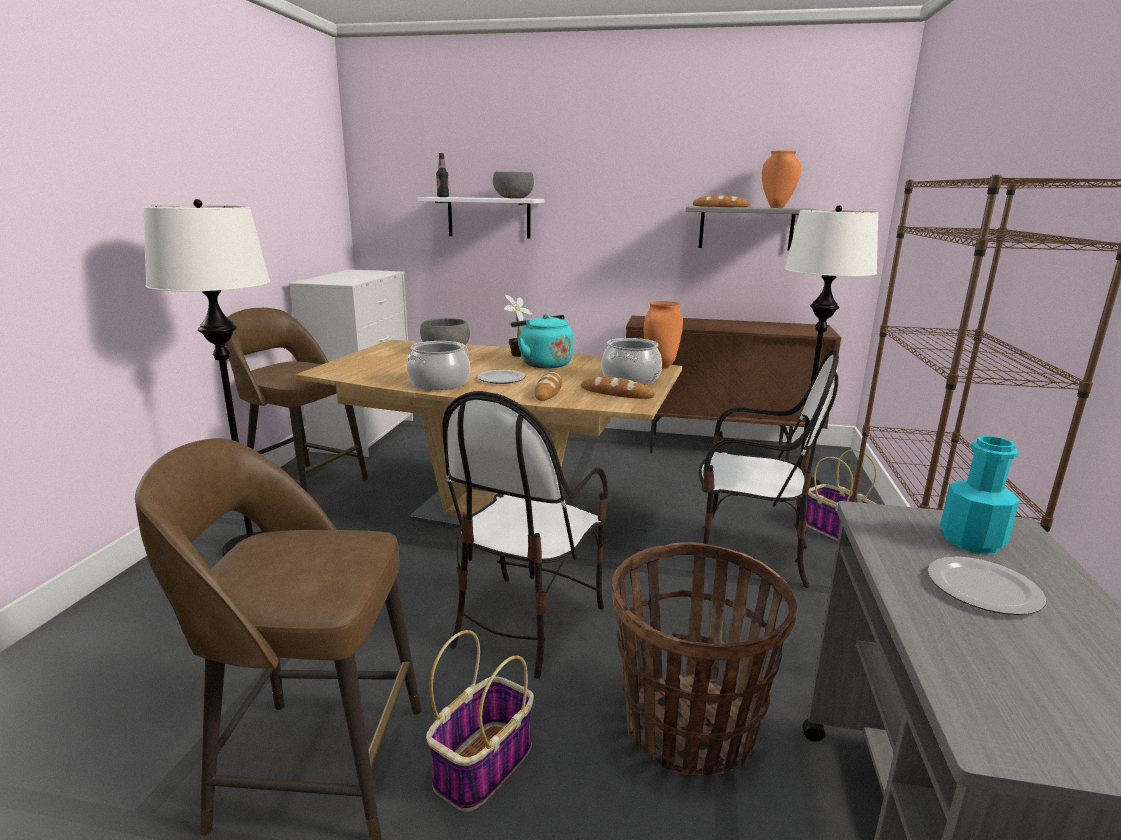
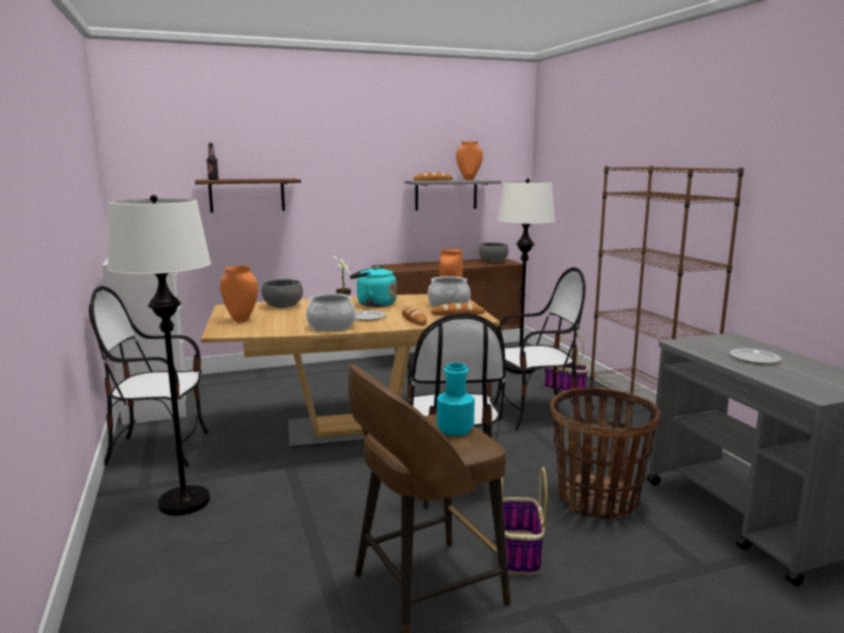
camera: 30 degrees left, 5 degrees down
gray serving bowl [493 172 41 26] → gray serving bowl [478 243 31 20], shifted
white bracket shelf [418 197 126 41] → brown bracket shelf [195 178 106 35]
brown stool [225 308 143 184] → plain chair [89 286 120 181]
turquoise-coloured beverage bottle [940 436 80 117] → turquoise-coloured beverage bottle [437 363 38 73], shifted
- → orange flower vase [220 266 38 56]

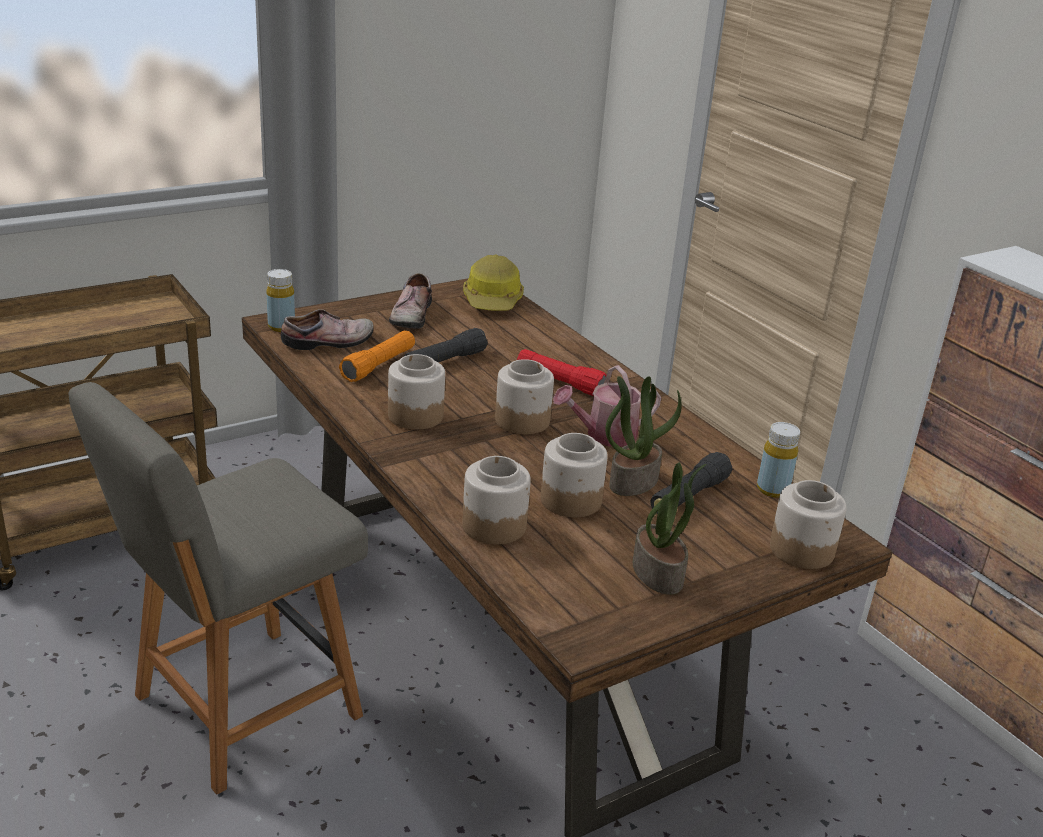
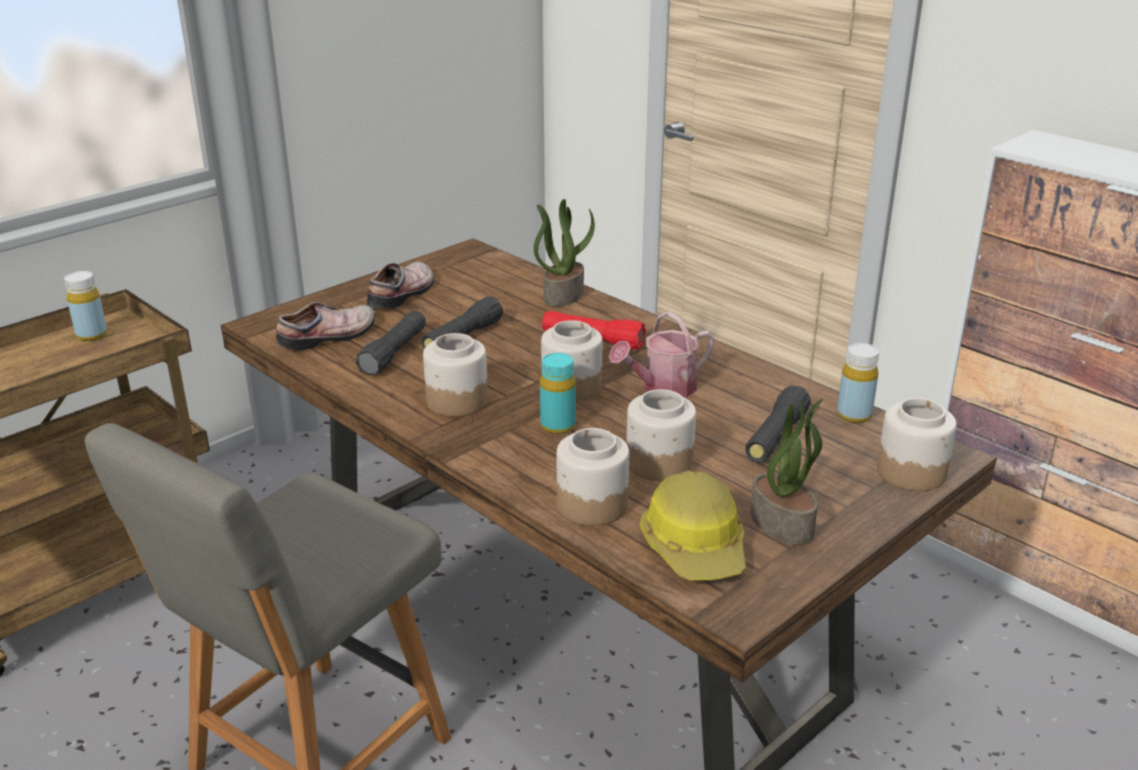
camera: 10 degrees left, 0 degrees up
hard hat [463 254 61 57] → hard hat [640 471 106 109], shifted
yellow-coloured beverage bottle [266 269 29 63] → yellow-coloured beverage bottle [64 271 43 70], shifted
low shoe [389 273 43 56] → low shoe [367 262 67 46], 150 degrees counterclockwise
orange flashlight [339 331 76 51] → black flashlight [356 311 70 65]
houseplant [605 376 77 120] → houseplant [534 199 61 108], shifted
- → turquoise-coloured beverage bottle [540 353 36 81]

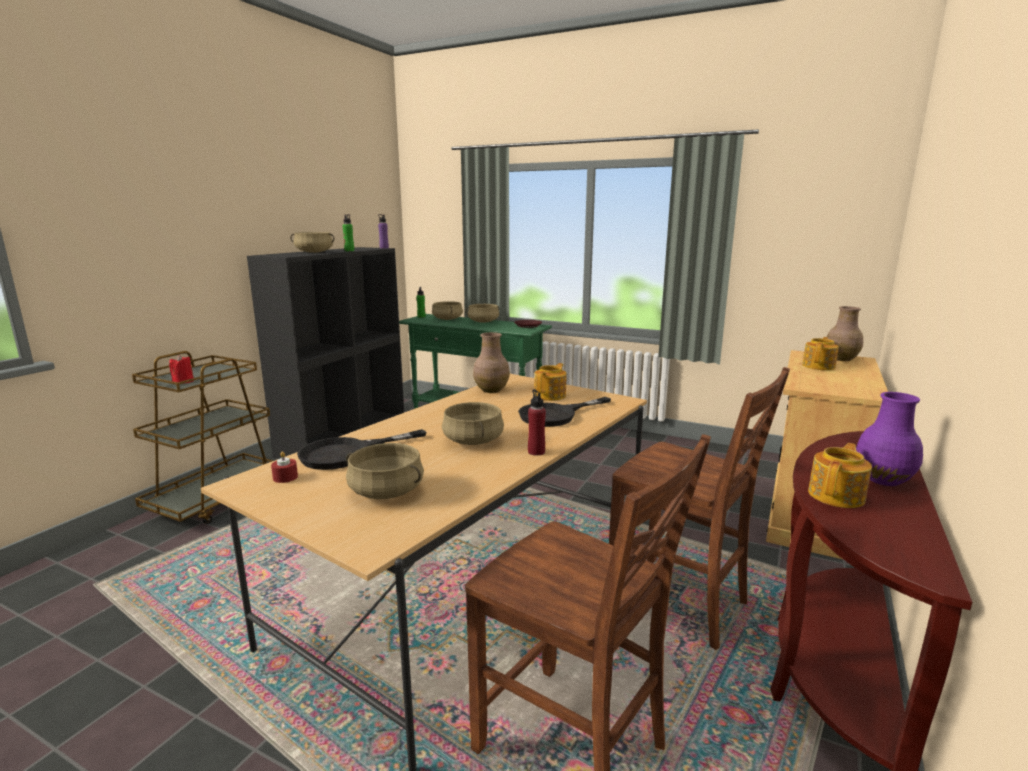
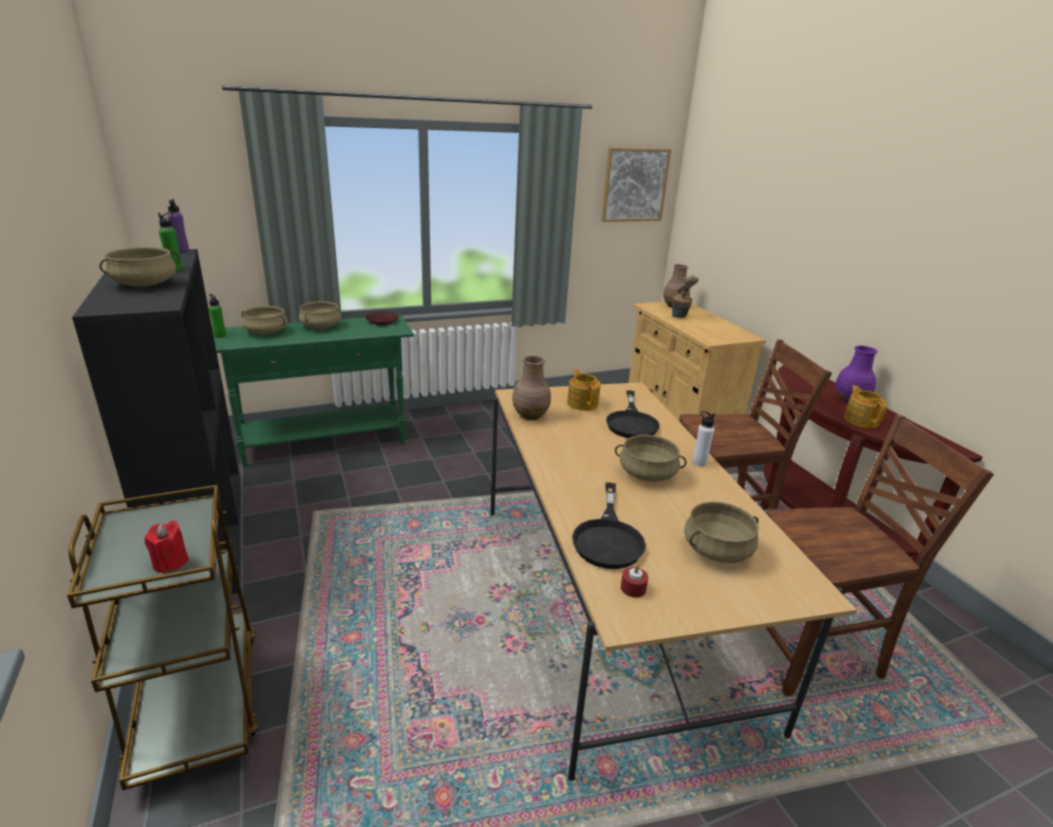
camera: 50 degrees left, 10 degrees up
teapot [802 337 37 33] → houseplant [672 276 27 42]
red-coloured beverage bottle [528 389 18 66] → white beverage bottle [692 411 23 55]
- → wall picture [601 148 70 74]

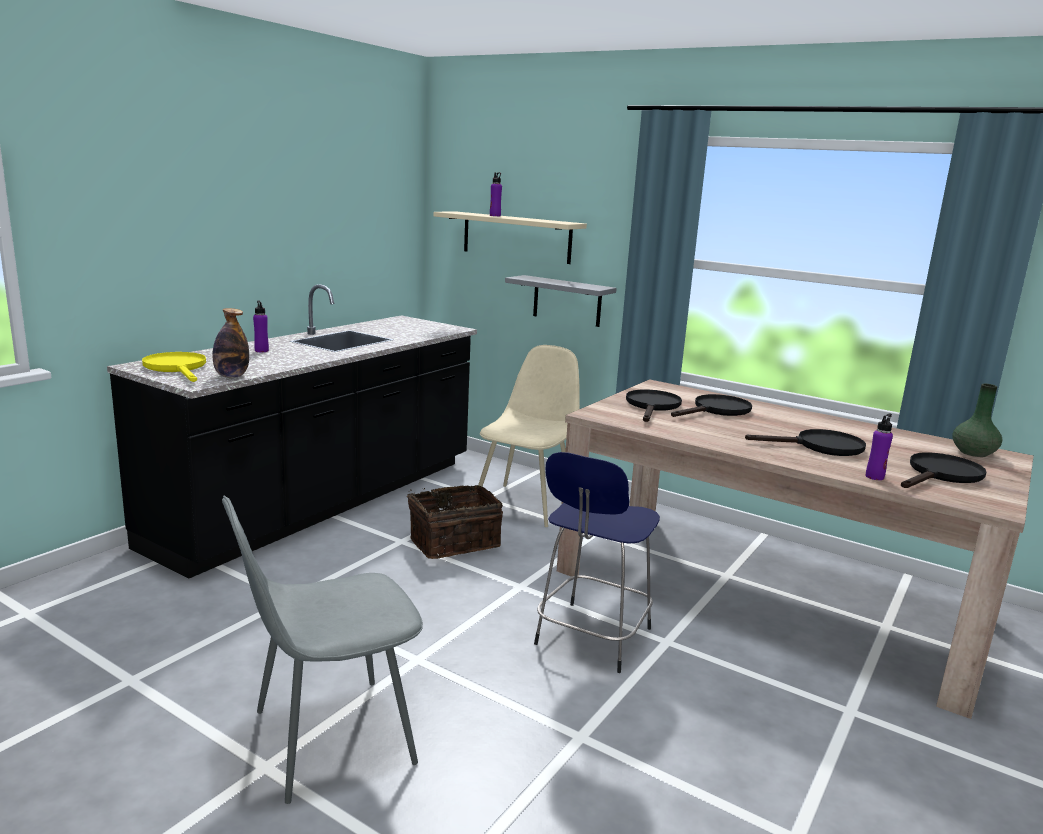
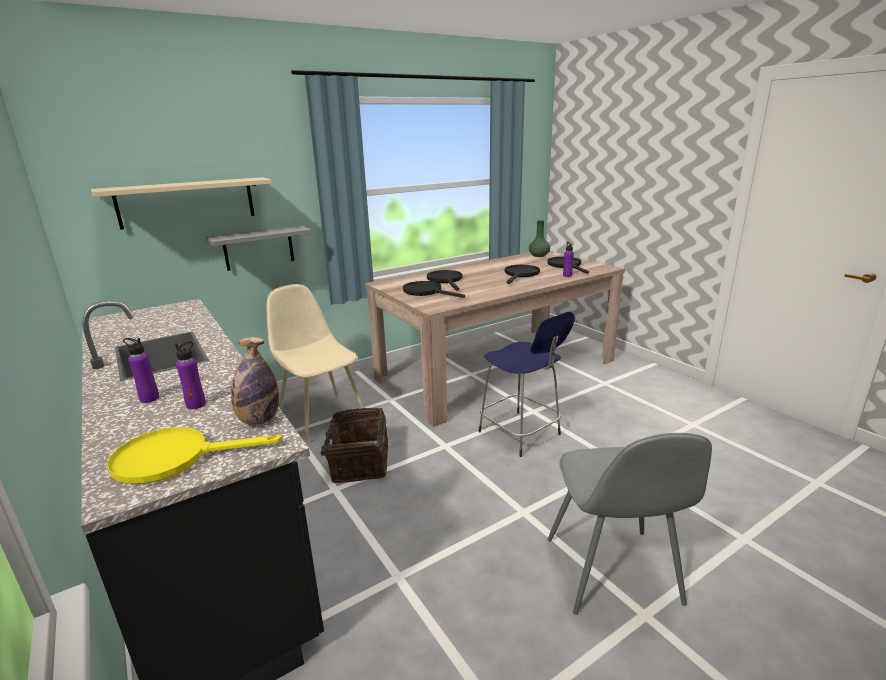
camera: 65 degrees left, 5 degrees up
purple beverage bottle [490 173 12 43] → purple beverage bottle [175 341 31 69], shifted

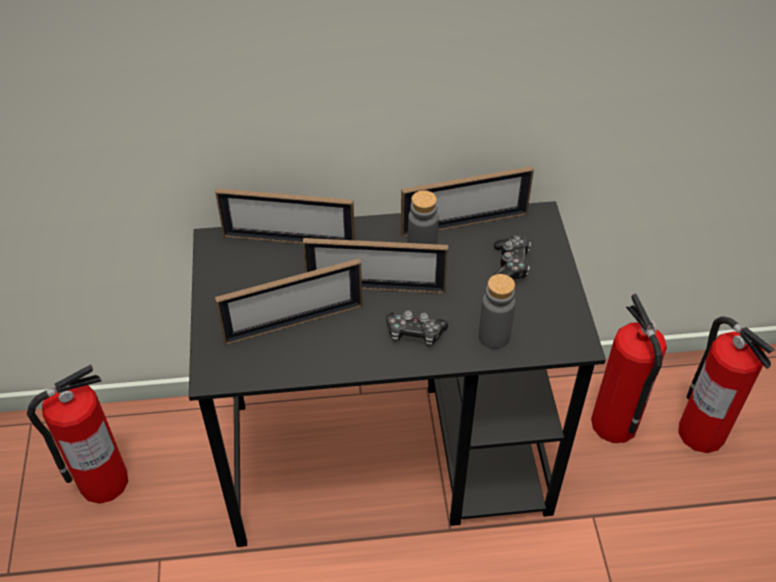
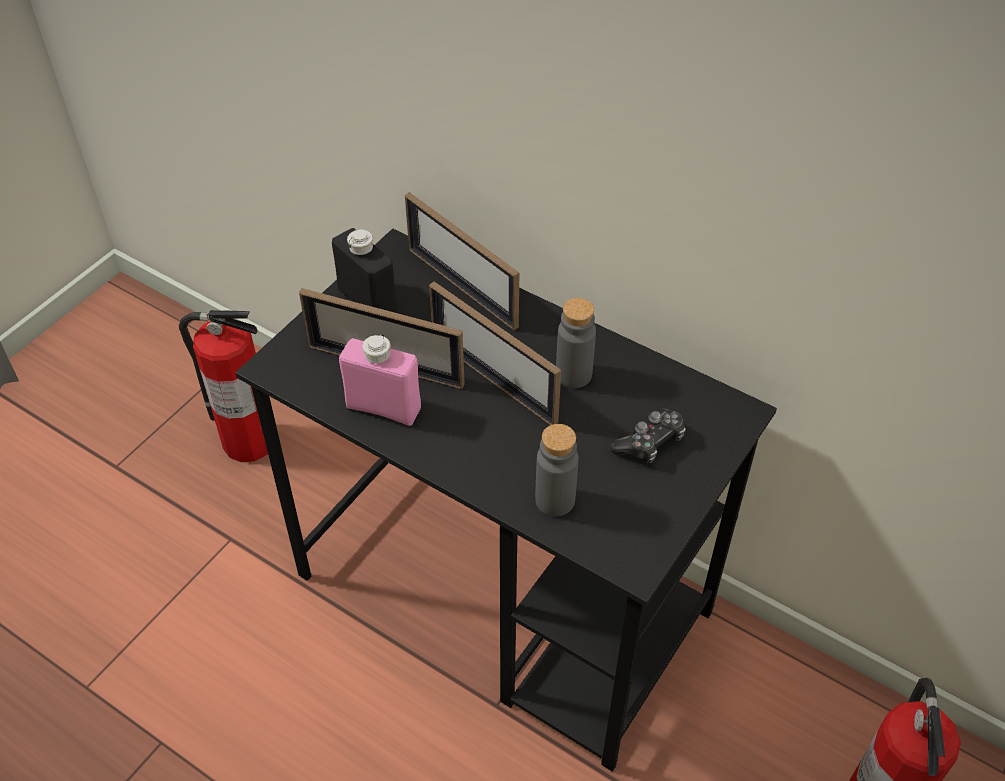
camera: 40 degrees right, 0 degrees up
picture frame [401 166 133 71] → -
fire-fighting cylinder [591 294 76 149] → -
joypad [386 310 62 37] → -
- → black beverage bottle [332 228 65 85]
- → pink beverage bottle [339 334 82 92]

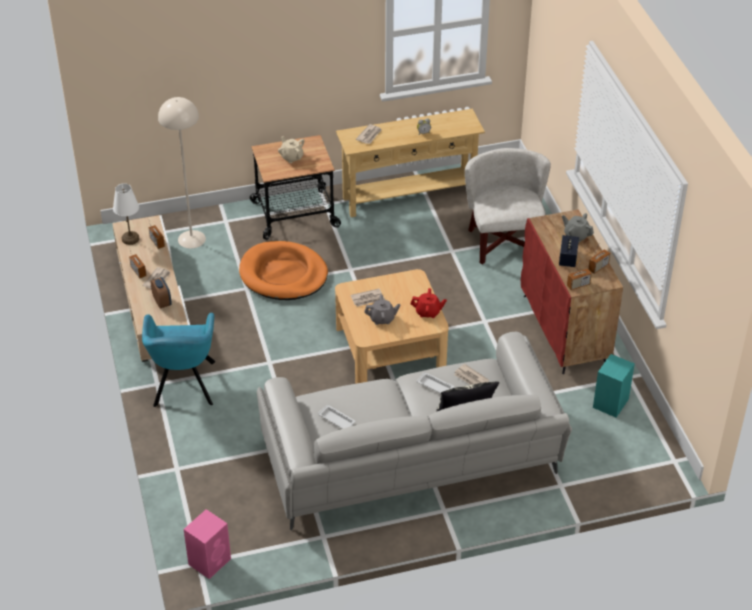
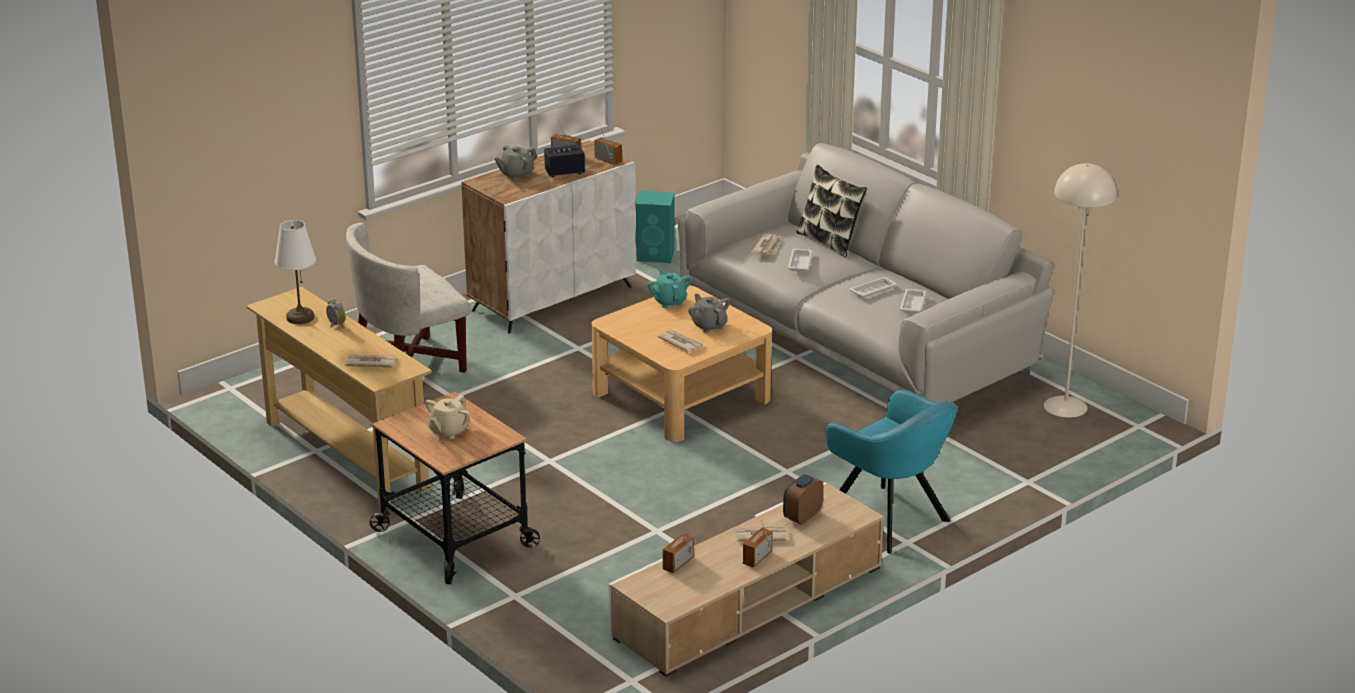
camera: 115 degrees left, 15 degrees down
sand-coloured floor lamp [158 97 48 152] → sand-coloured floor lamp [1044 163 73 255], shifted
white table lamp [113 183 26 62] → white table lamp [275 220 41 104], shifted
red-coloured cupboard [521 209 102 165] → white cupboard [462 140 174 194]
gray teapot [562 213 32 29] → gray teapot [495 145 42 35], 45 degrees clockwise
orange dog bed [239 241 89 59] → -
red-coloured teapot [411 288 36 30] → turquoise-coloured teapot [647 269 45 39]
turquoise-coloured armchair [142 313 73 94] → turquoise-coloured armchair [825 390 132 164], 75 degrees clockwise
pink loudspeaker [184 509 47 70] → -
- → white tray [849 277 48 21]

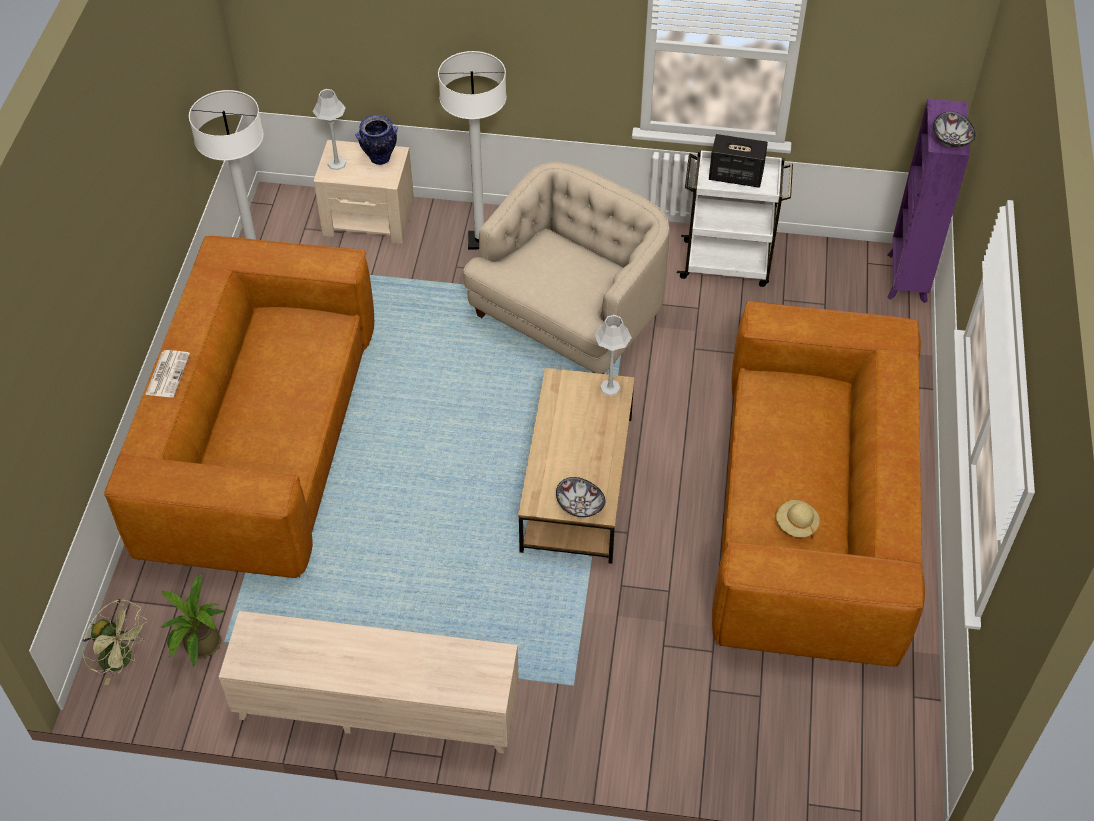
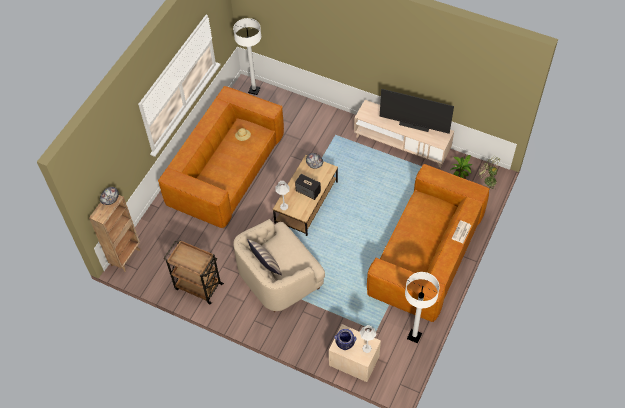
camera: 160 degrees left, 5 degrees up
white floor lamp [438 51 69 199] → white floor lamp [233 18 28 77], shifted
purple shelving unit [887 98 83 205] → brown shelving unit [89 195 51 77]
loudspeaker [709 134 59 54] → loudspeaker [295 174 26 26], shifted
white trolley [677 149 116 138] → brown trolley [163 240 61 64]
- → TV set [380 89 74 45]
- → throw pillow [247 239 35 36]

